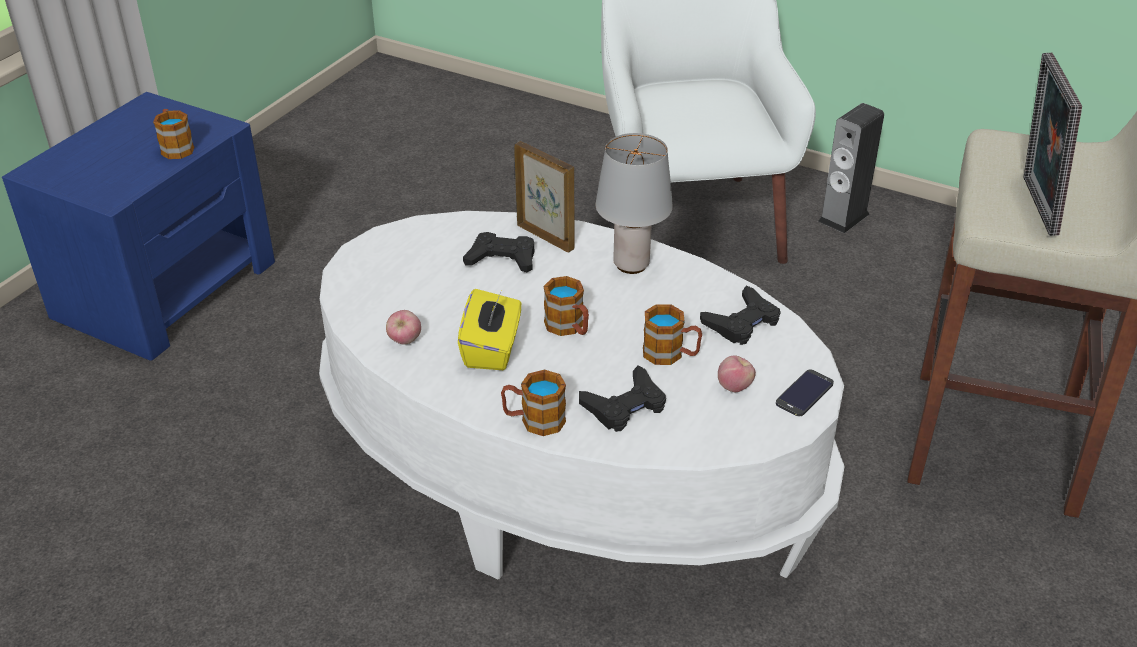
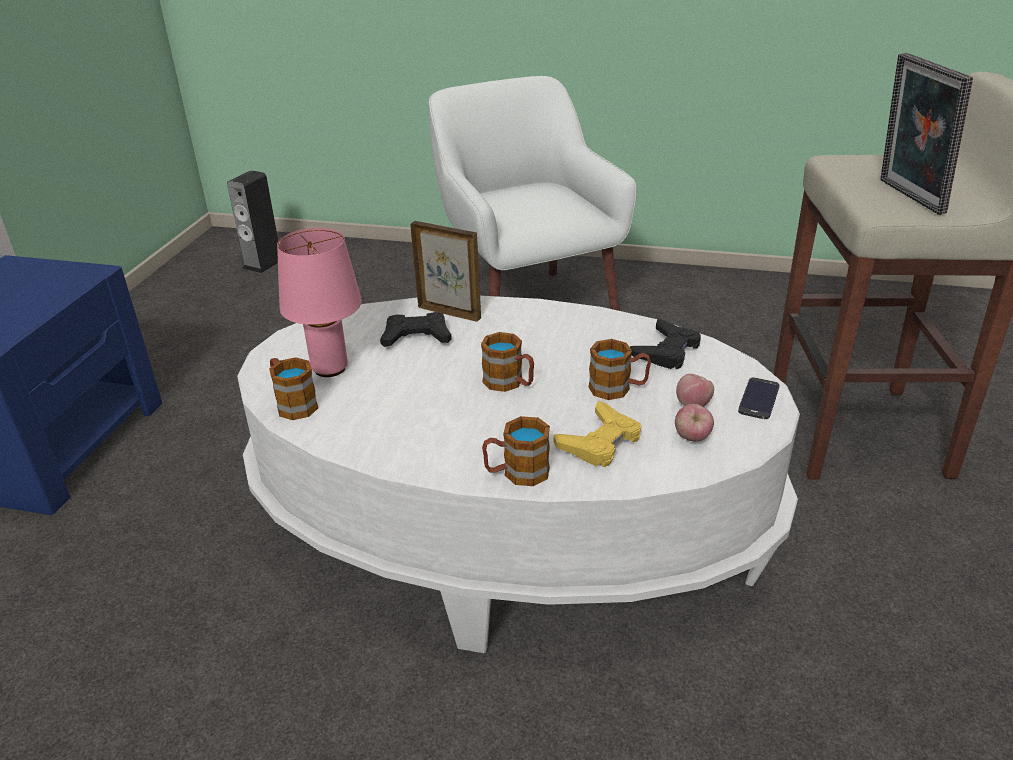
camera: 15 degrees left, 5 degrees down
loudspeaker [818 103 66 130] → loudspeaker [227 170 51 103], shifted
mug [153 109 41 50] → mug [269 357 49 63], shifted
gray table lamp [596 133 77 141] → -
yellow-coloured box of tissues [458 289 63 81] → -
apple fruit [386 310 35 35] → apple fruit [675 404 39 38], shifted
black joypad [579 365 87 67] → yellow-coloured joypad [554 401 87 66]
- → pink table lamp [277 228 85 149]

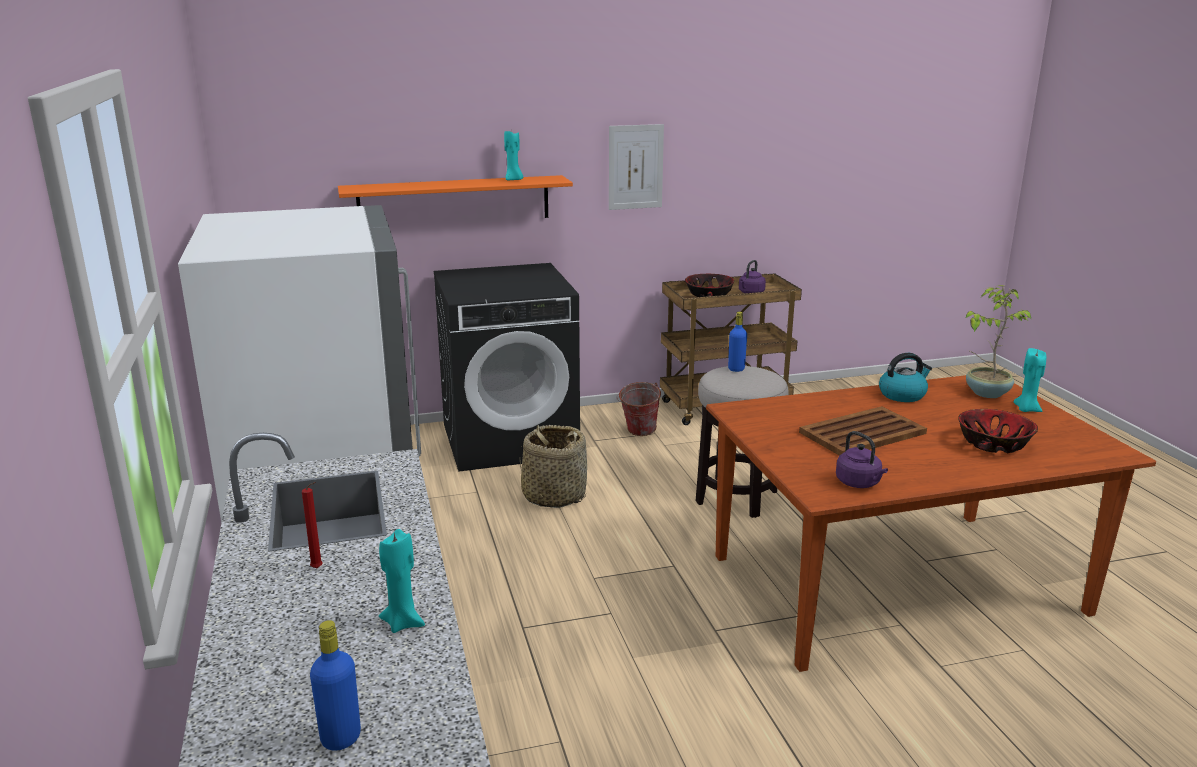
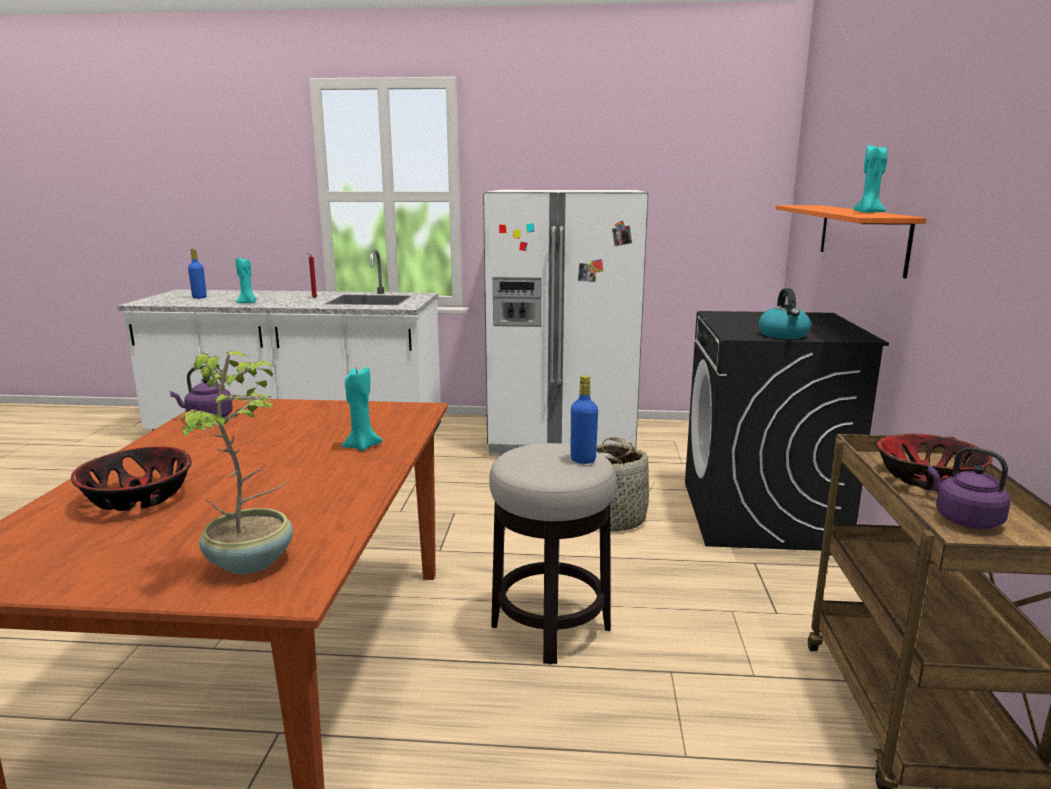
camera: 110 degrees right, 5 degrees down
wall picture [609 124 55 86] → -
turquoise-coloured wax candle [1013 348 33 64] → turquoise-coloured wax candle [342 367 41 84], shifted
kettle [879 353 53 49] → kettle [759 288 52 51], shifted
pail [617 382 44 54] → -
brown tray [799 406 128 50] → -

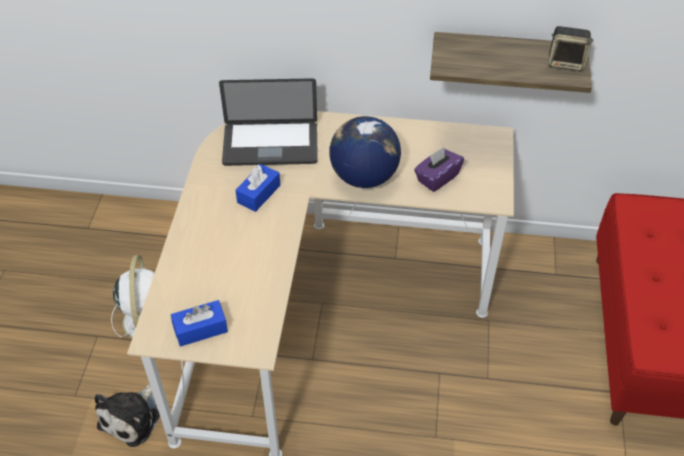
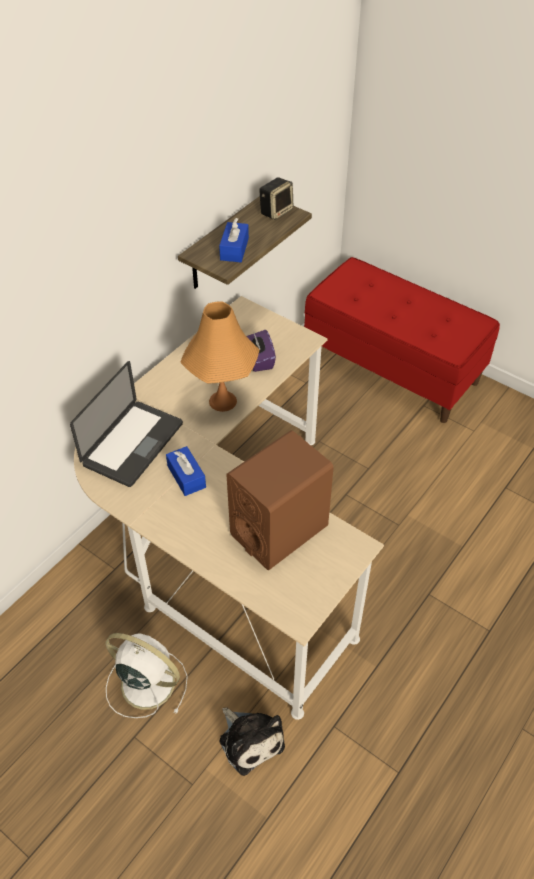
camera: 60 degrees left, 0 degrees up
globe [329 116 72 72] → orange table lamp [180 301 80 111]
blue box of tissues [171 300 57 47] → blue box of tissues [219 218 30 44], shifted
- → brown loudspeaker [226 430 108 140]

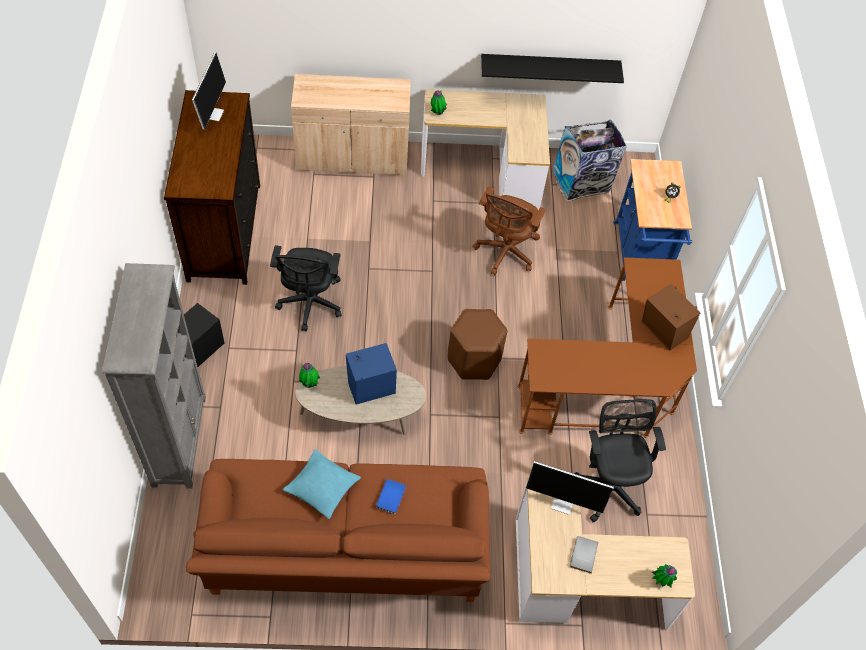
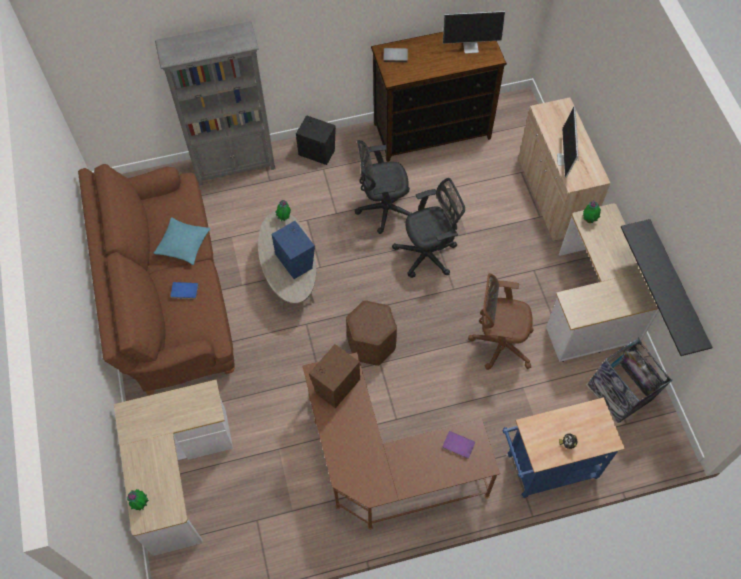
camera: 80 degrees right, 5 degrees up
brown loudspeaker [642 284 58 66] → brown loudspeaker [309 344 51 64], shifted
black computer chair [574 399 92 123] → black computer chair [392 178 73 100], shifted
monitor [526 461 88 54] → monitor [557 107 22 71], shifted
gray volume [570 536 28 38] → gray volume [383 48 25 14], shifted
- → purple volume [442 431 33 28]

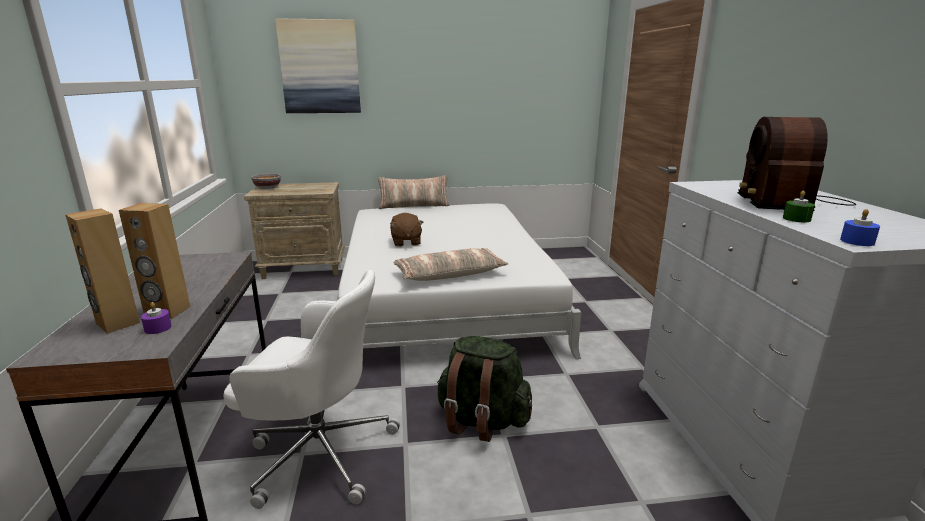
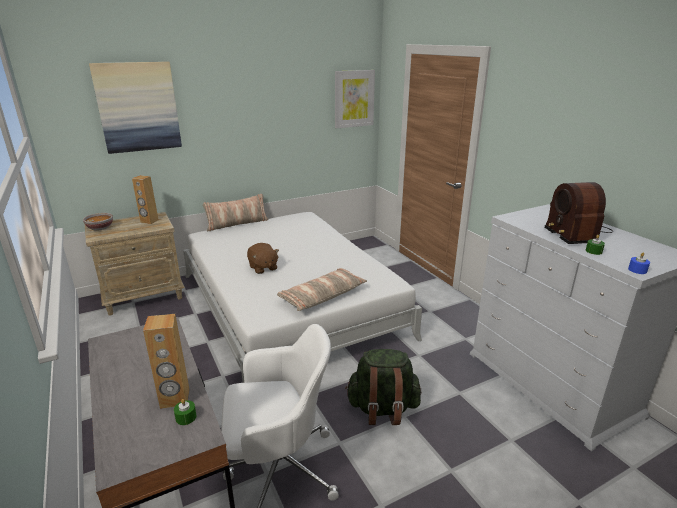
camera: 20 degrees left, 5 degrees up
brown loudspeaker [65 209 75 125] → brown loudspeaker [132 175 27 49], shifted
purple wax candle [141 302 31 32] → greenish wax candle [174 399 23 26]
- → wall picture [335 70 40 58]

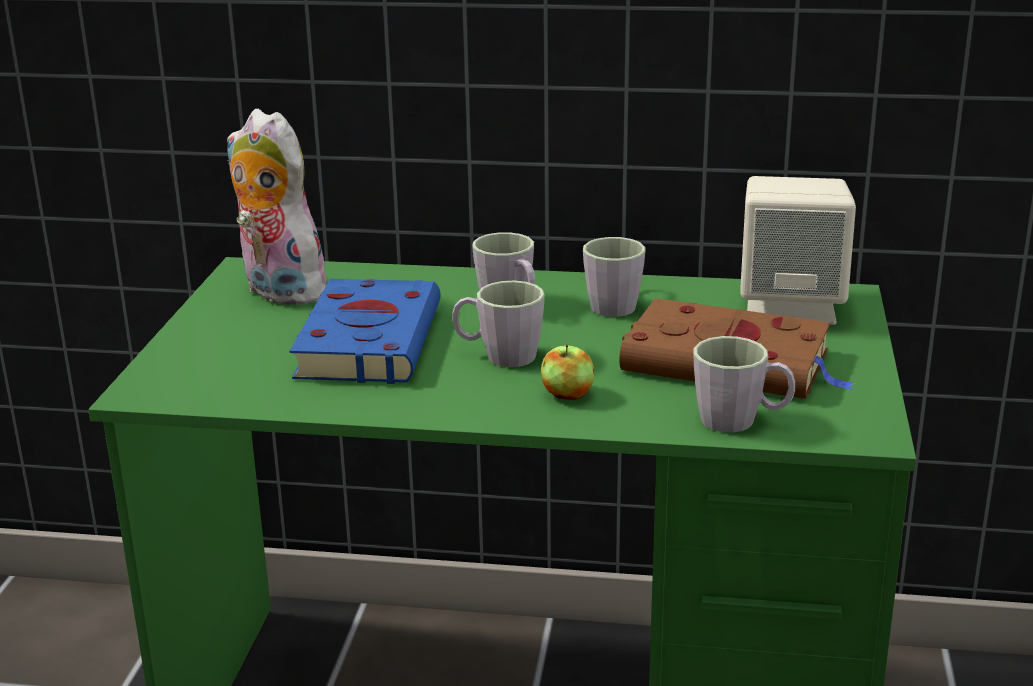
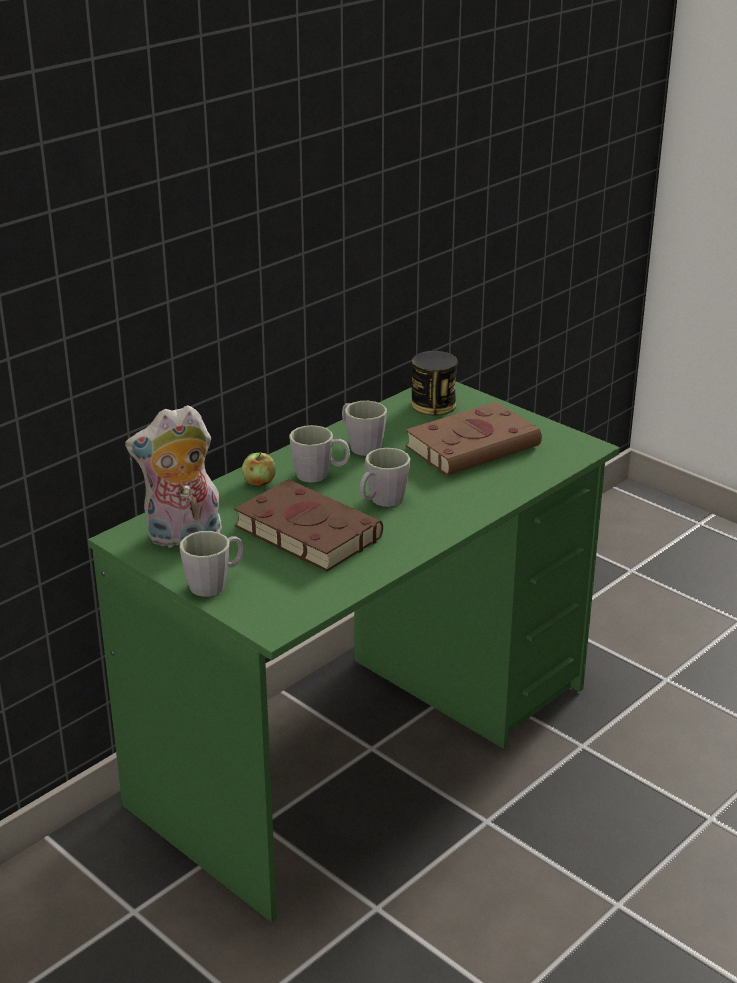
camera: 55 degrees left, 5 degrees up
sand-coloured loudspeaker [741 176 115 149] → can [412 351 46 64]
blue volume [290 279 151 105] → brown volume [234 479 149 93]
gray mug [693 336 102 97] → gray mug [179 531 65 66], shifted
apple fruit [541 344 53 56] → apple fruit [242 452 34 34], shifted

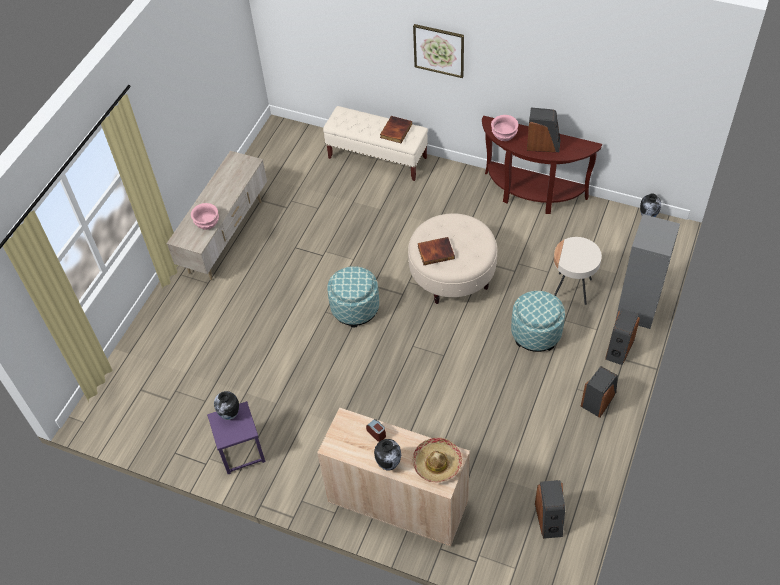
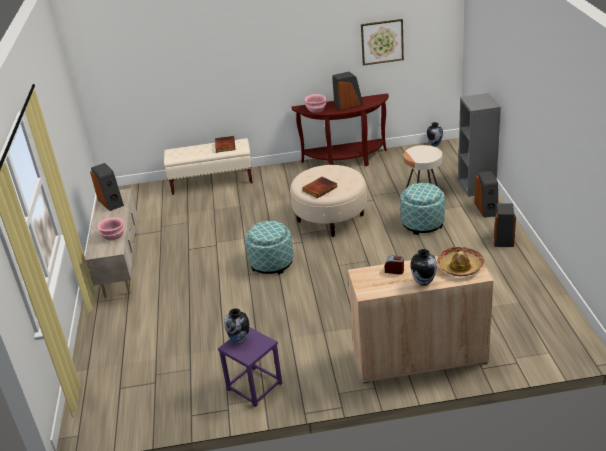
camera: 30 degrees left, 20 degrees down
wall picture [413 24 51 54] → wall picture [361 19 43 47], shifted
loudspeaker [535 480 30 59] → loudspeaker [90 163 34 48], shifted

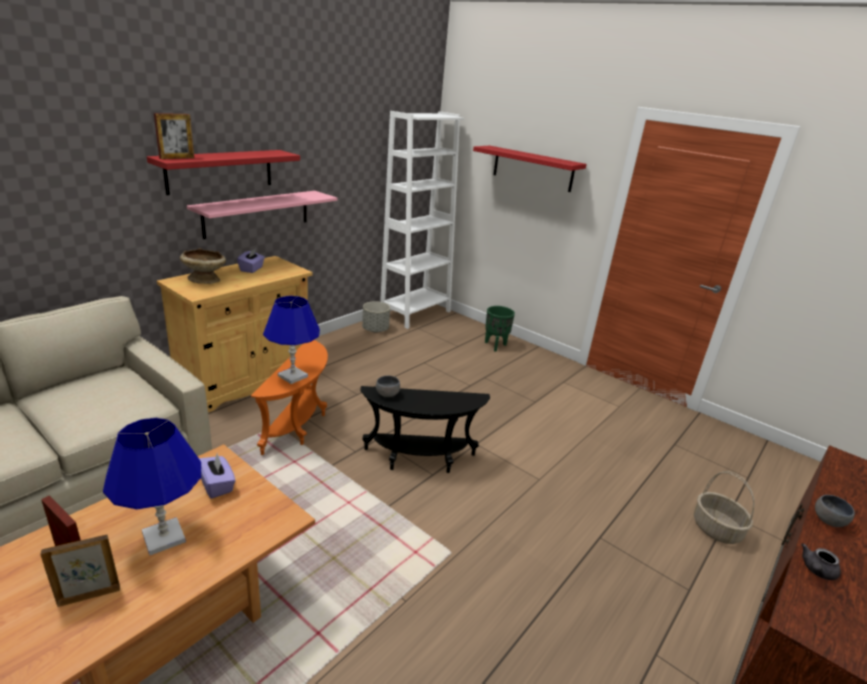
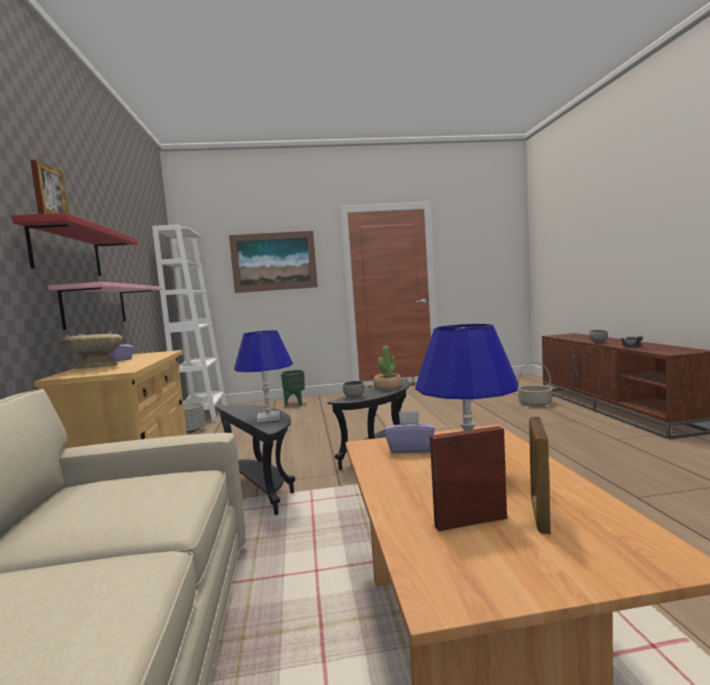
camera: 45 degrees left, 20 degrees down
red-coloured bracket shelf [473 146 114 46] → wall picture [229 231 89 62]
orange end table [251 340 77 115] → black end table [217 405 78 110]
- → houseplant [373 345 29 45]

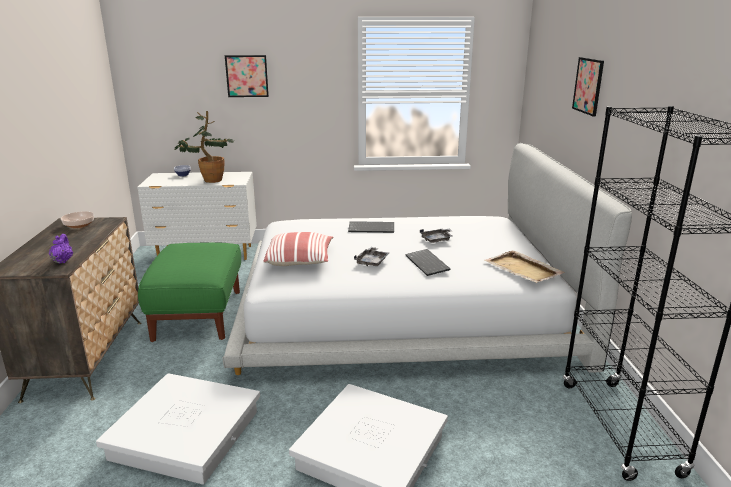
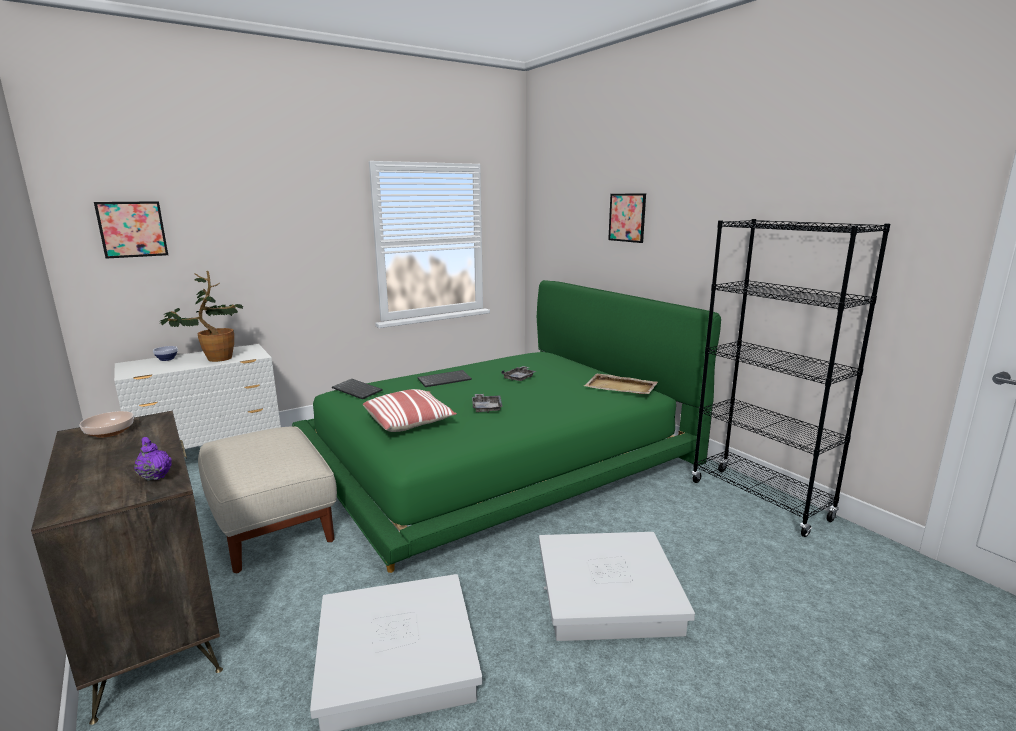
camera: 30 degrees left, 5 degrees down
wall picture [225 55 44 42] → wall picture [94 201 74 58], shifted
white bedroom bed [222 143 410 232] → greenish bedroom bed [292 280 429 293]
greenish footrest [138 243 103 99] → sand-coloured footrest [198 426 139 147]
computer keyboard [405 249 45 27] → computer keyboard [332 379 51 20], shifted

